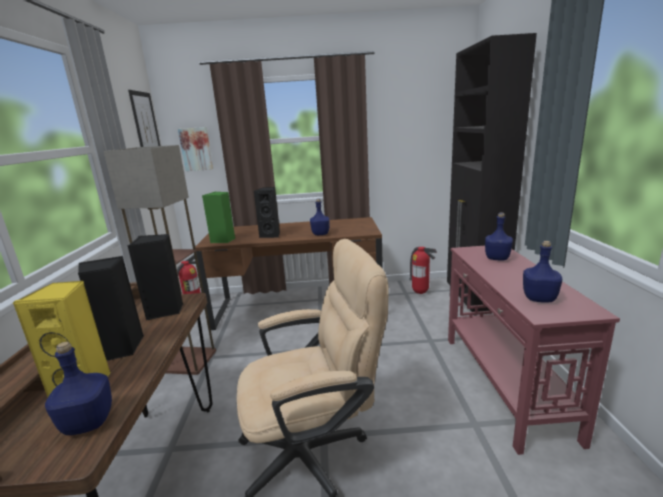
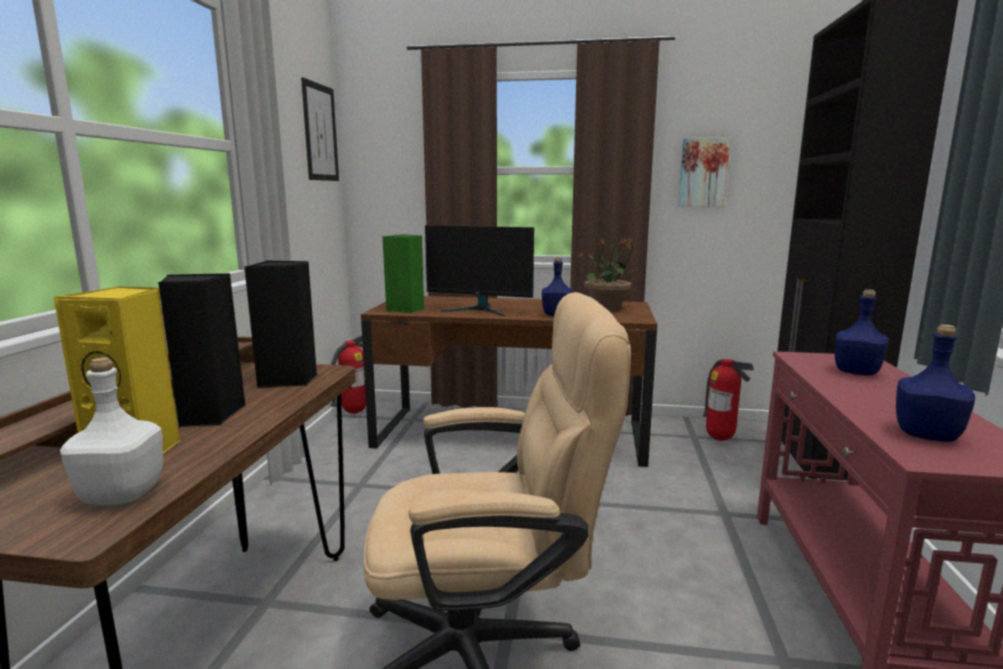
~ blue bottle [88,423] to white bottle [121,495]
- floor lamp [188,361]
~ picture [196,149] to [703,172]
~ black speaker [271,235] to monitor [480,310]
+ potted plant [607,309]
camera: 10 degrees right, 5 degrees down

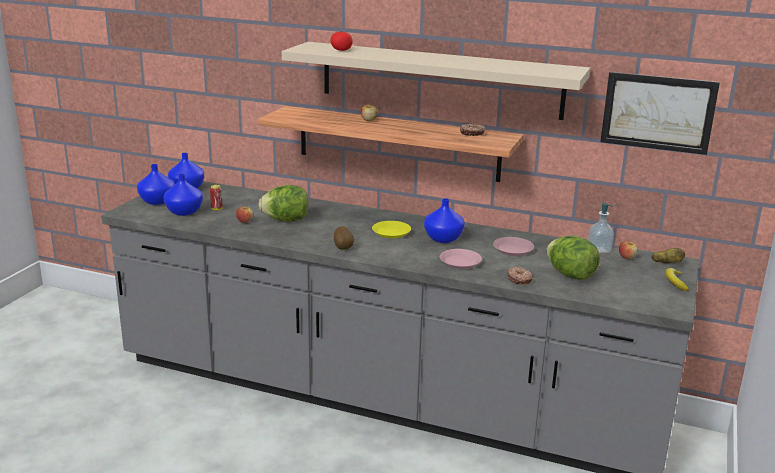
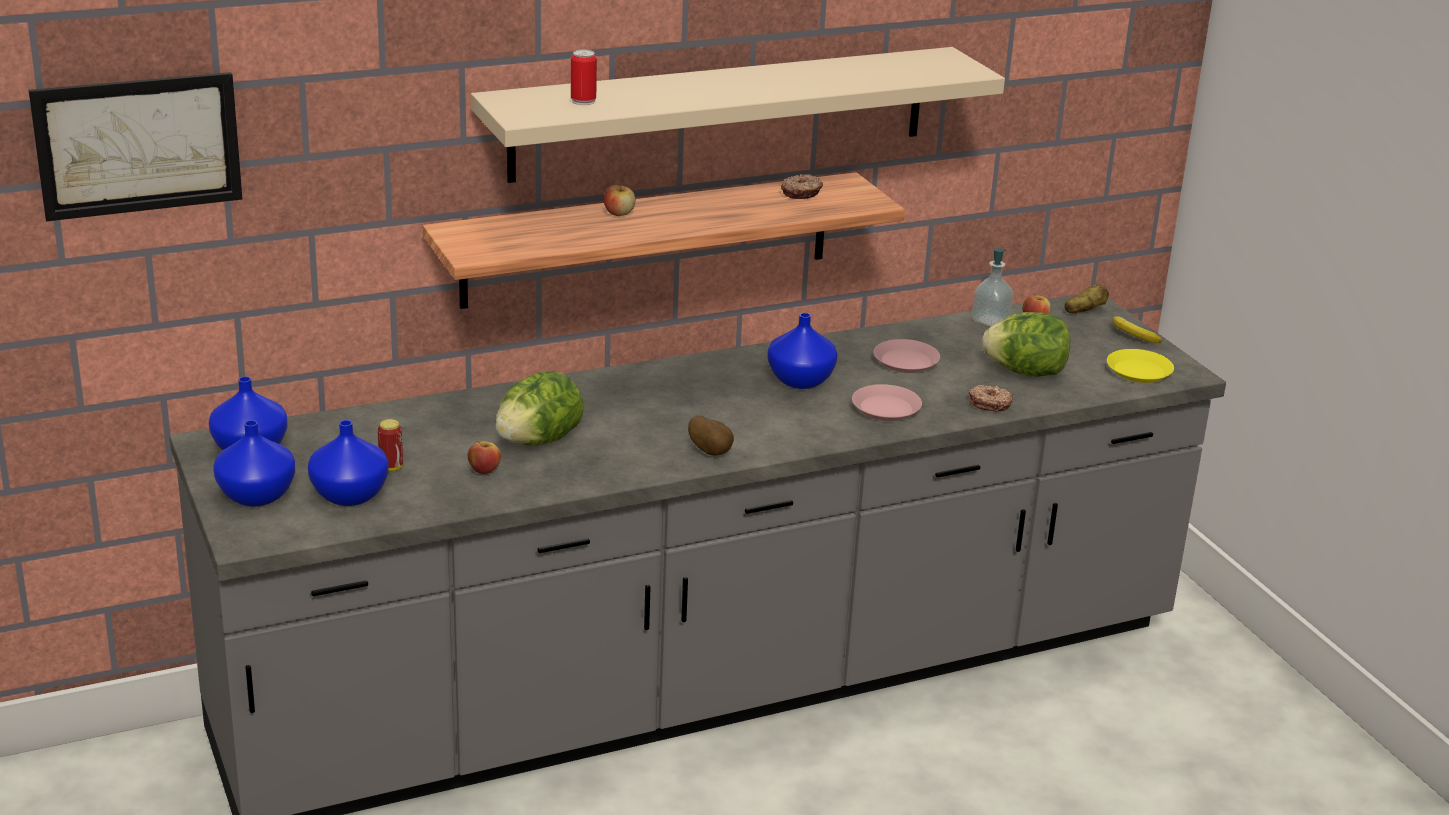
~ tomato [341,50] to can [583,101]
~ yellow plate [391,232] to [1138,371]
~ picture [658,112] to [138,145]
camera: 45 degrees left, 5 degrees up

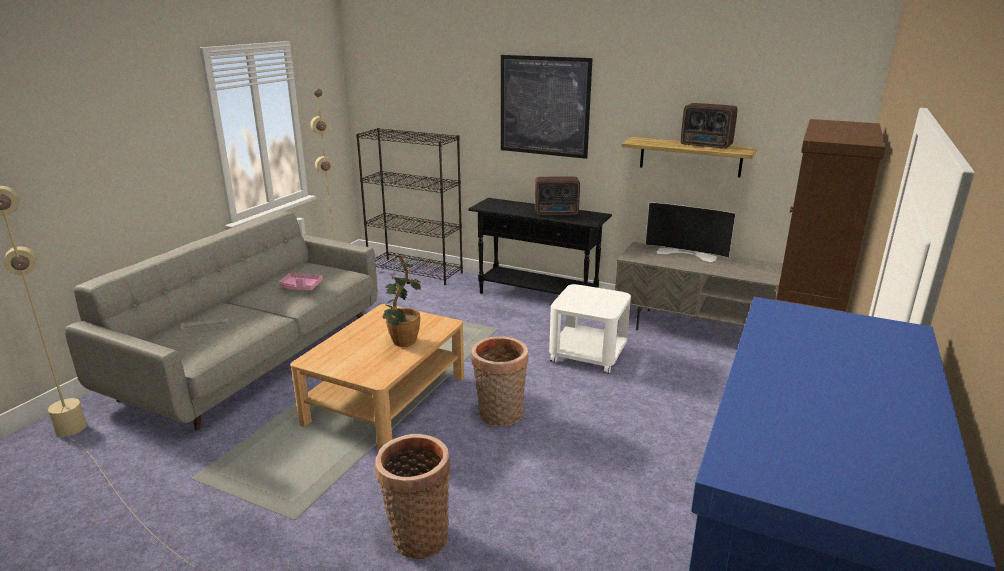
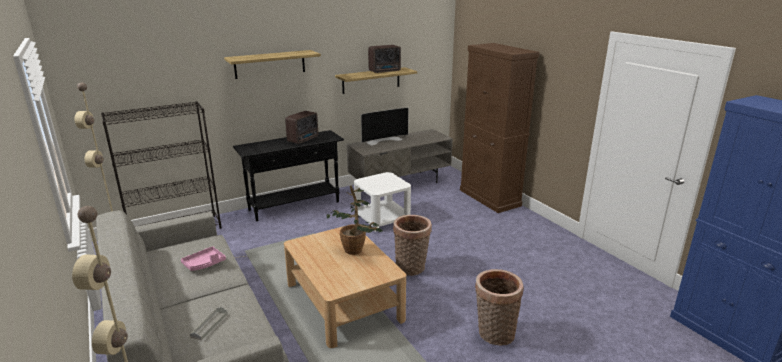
~ picture [544,106] to shelf [270,64]
camera: 55 degrees left, 0 degrees up

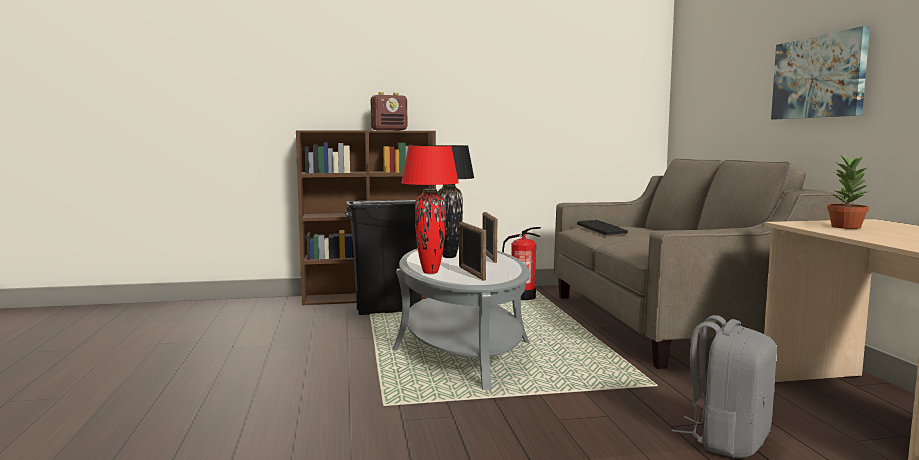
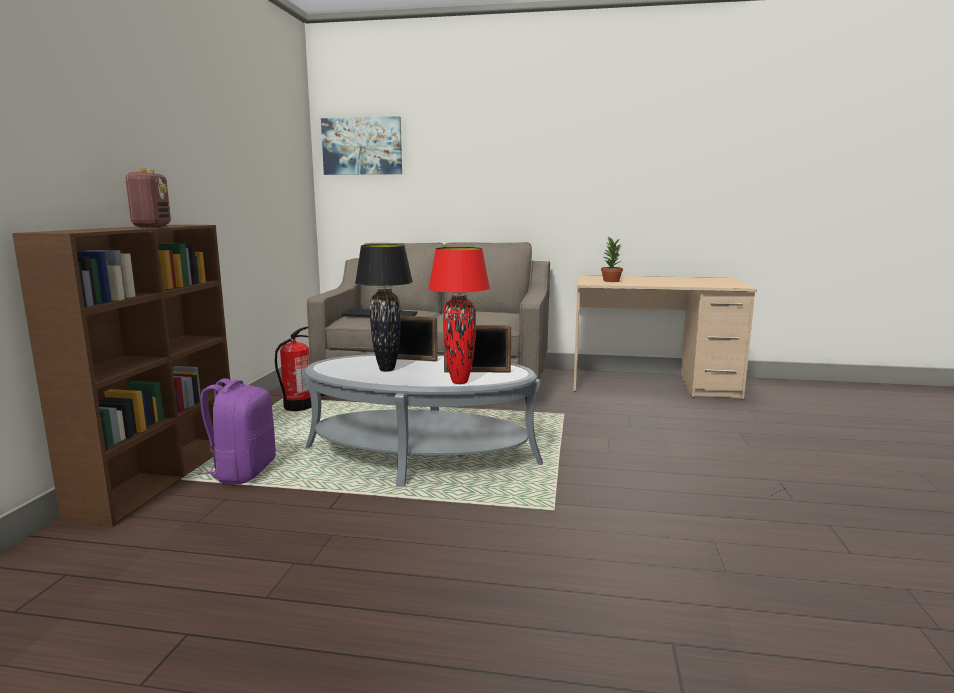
~ black trash can [389,310] to purple backpack [243,472]
- grey backpack [727,440]
~ picture [818,77] to [362,146]
camera: 70 degrees left, 5 degrees up

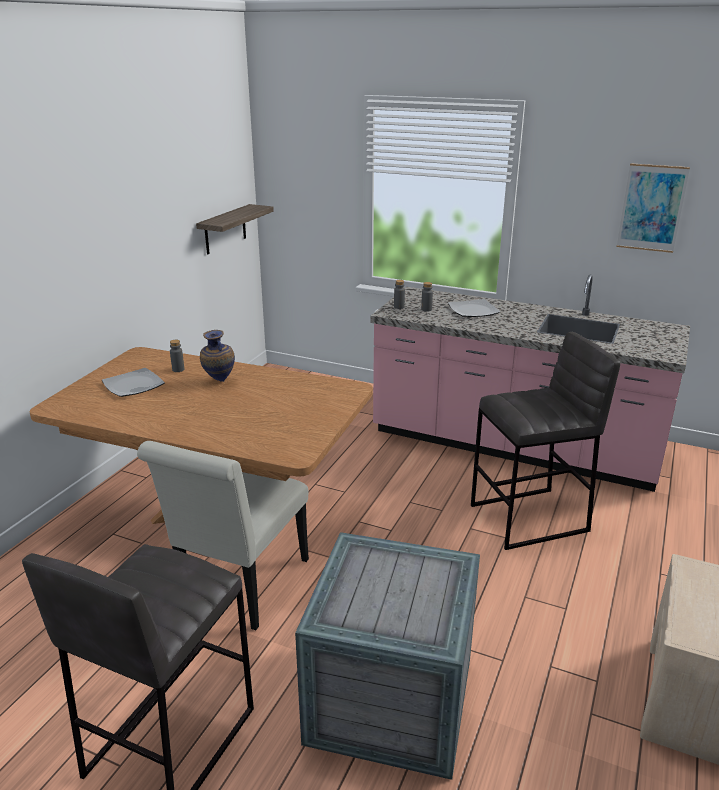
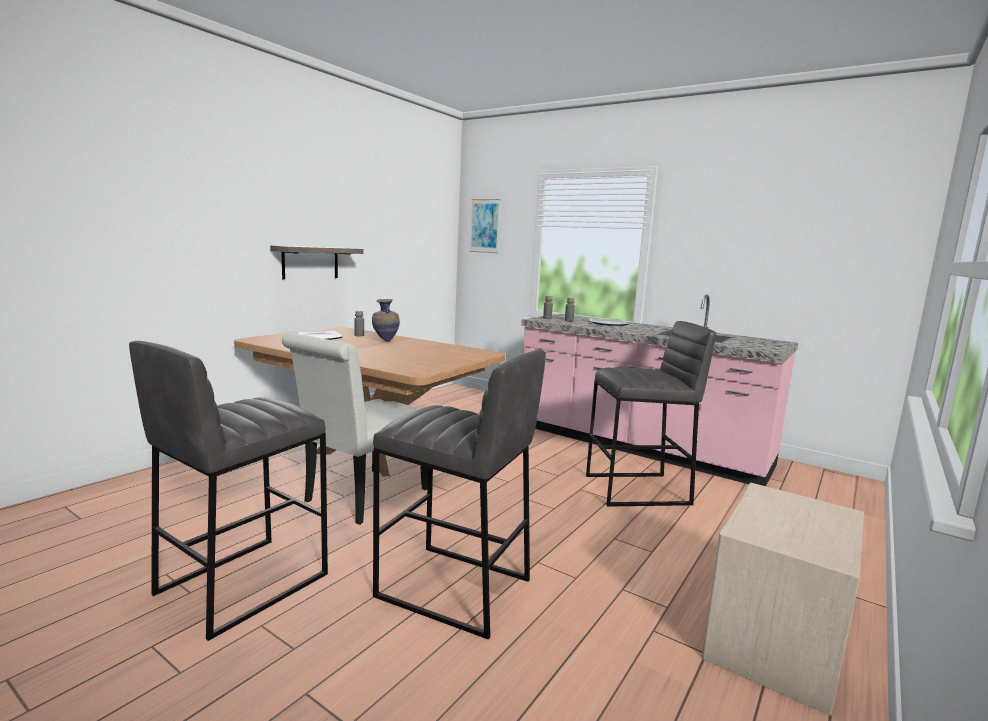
~ shelf [225,229] to [310,262]
~ crate [390,701] to grey stool [454,589]
~ picture [651,208] to [485,226]
camera: 10 degrees right, 15 degrees down

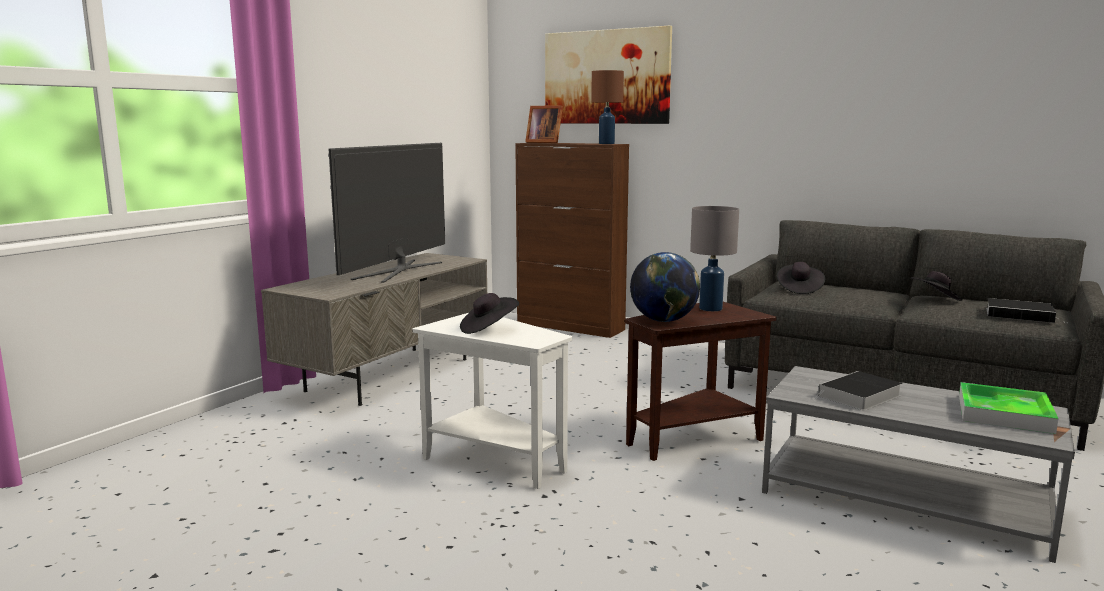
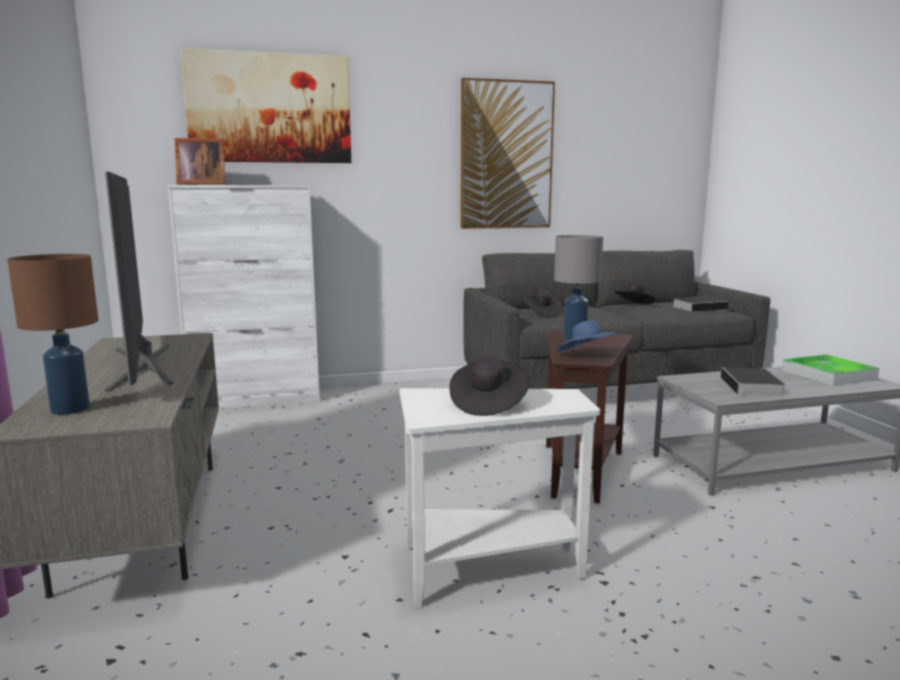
~ brown cabinet [570,326] to white cabinet [256,400]
~ brown table lamp [606,144] to [69,409]
~ globe [664,321] to blue hat [586,356]
+ picture [506,155]
camera: 45 degrees left, 0 degrees up

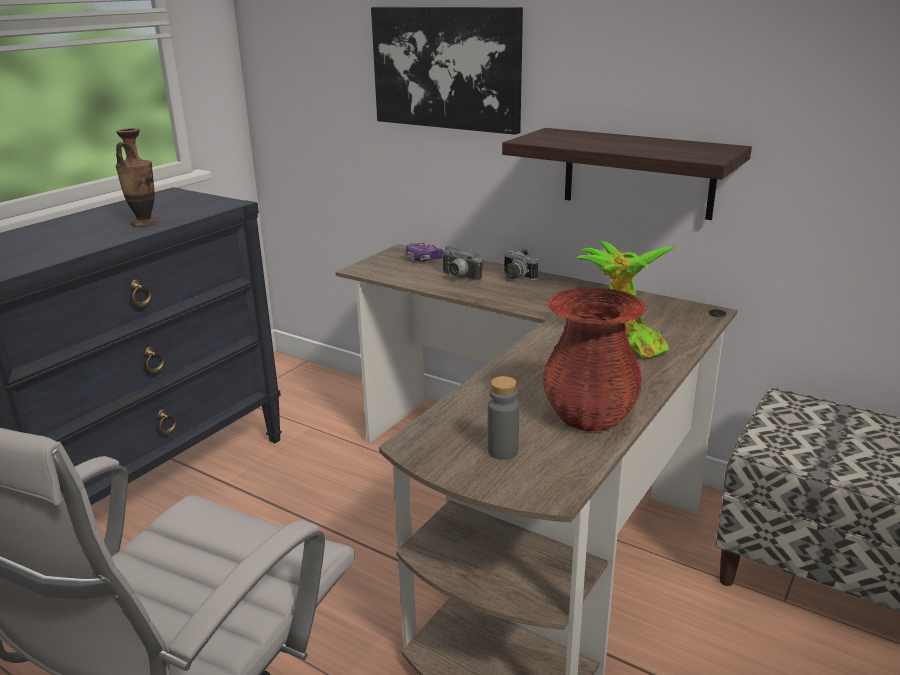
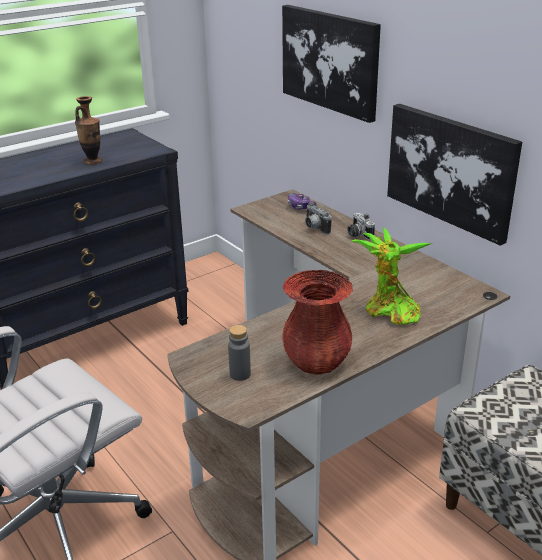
~ shelf [638,173] to picture [451,170]
camera: 20 degrees right, 5 degrees up

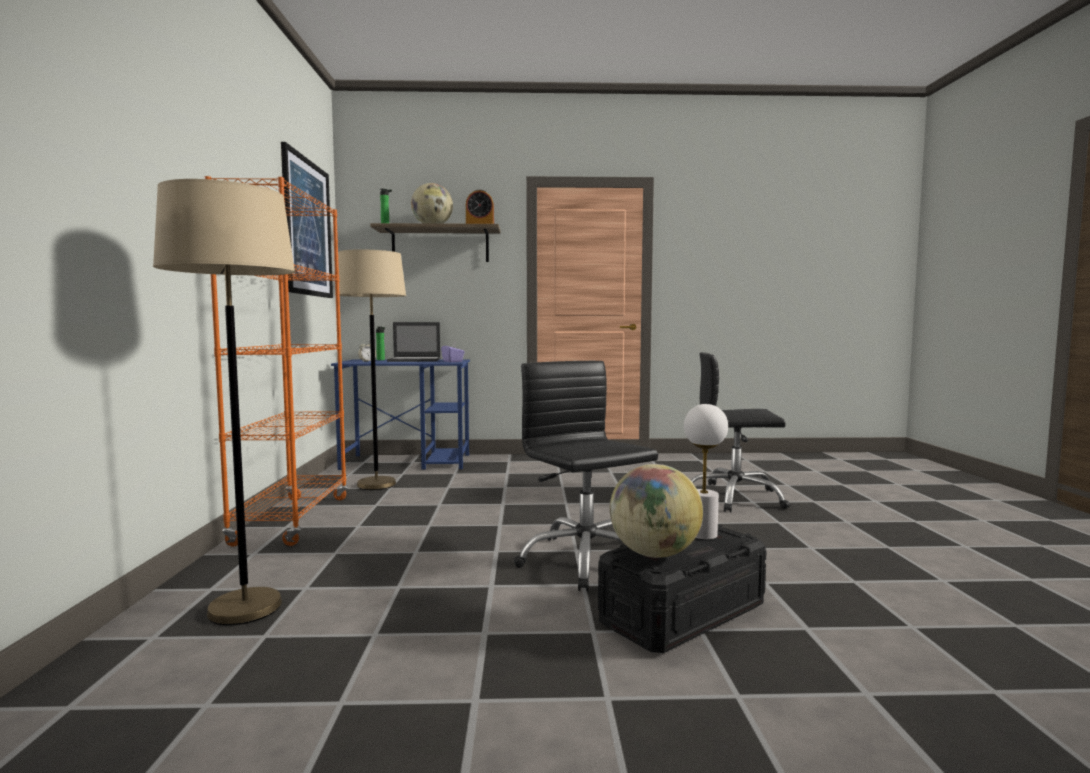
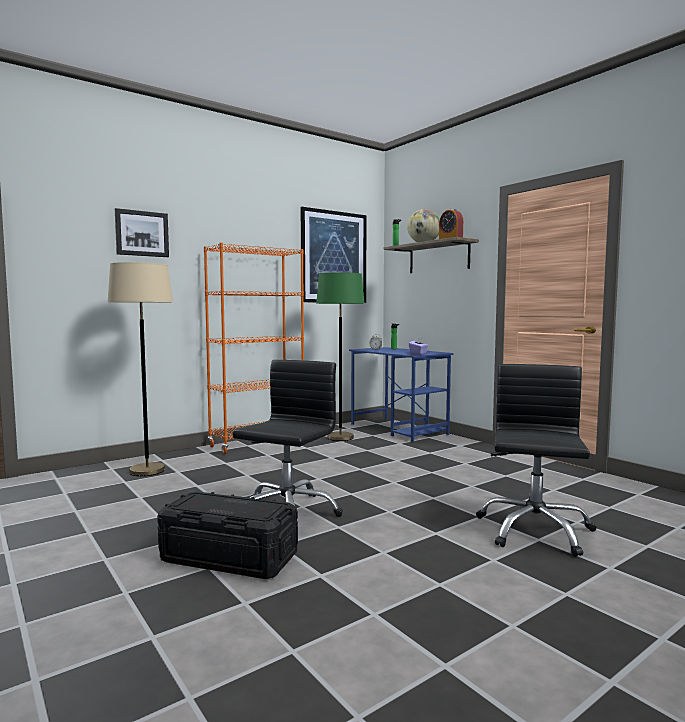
~ beige floor lamp [376,485] to green floor lamp [340,437]
- laptop [415,360]
- globe [654,554]
- white table lamp [703,534]
~ black office chair [734,498] = [534,530] 45 degrees clockwise
+ picture [142,233]
camera: 55 degrees right, 0 degrees up

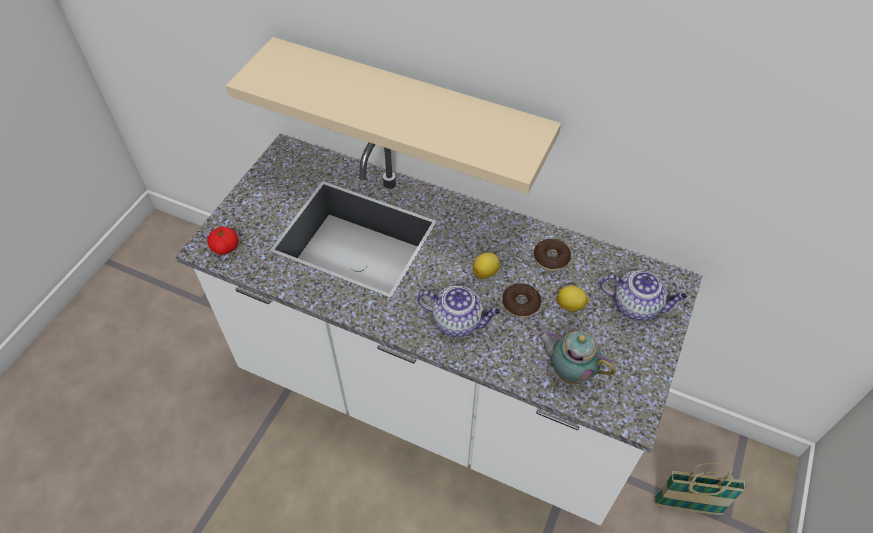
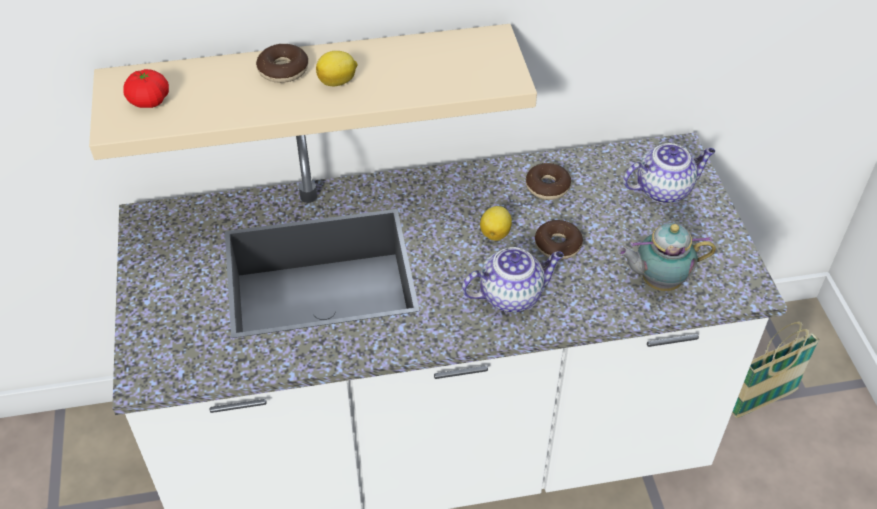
~ tomato [225,247] to [149,101]
~ lemon [571,306] to [338,82]
+ donut [283,70]
camera: 35 degrees left, 5 degrees down

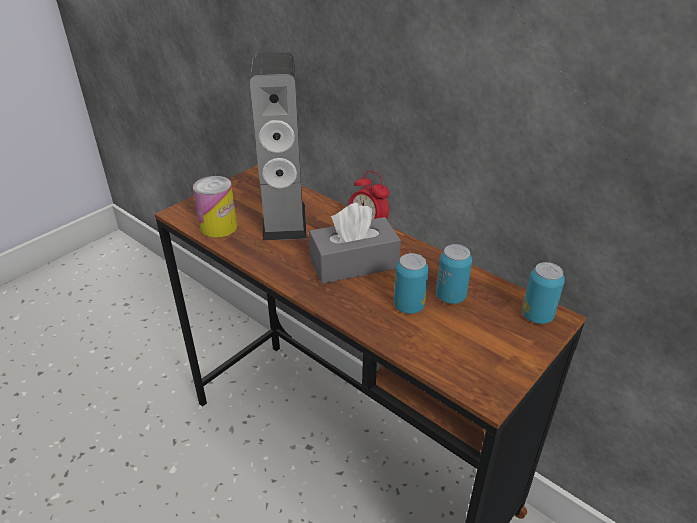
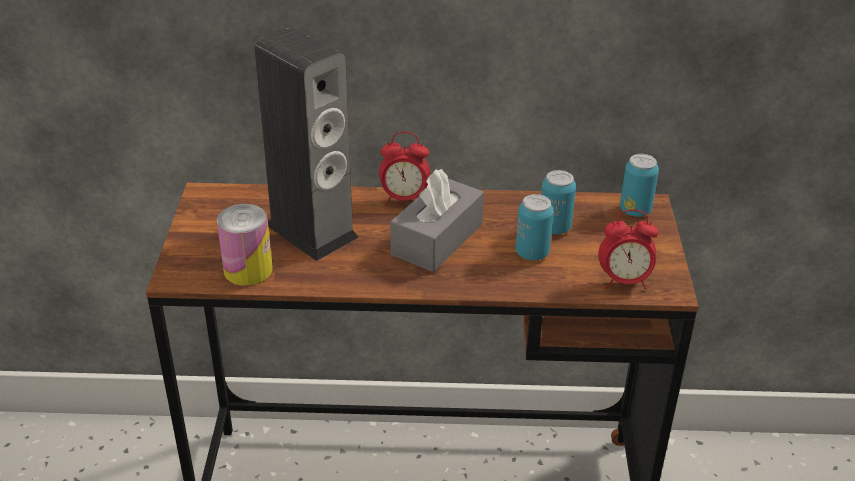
+ alarm clock [624,281]
camera: 40 degrees left, 0 degrees up

